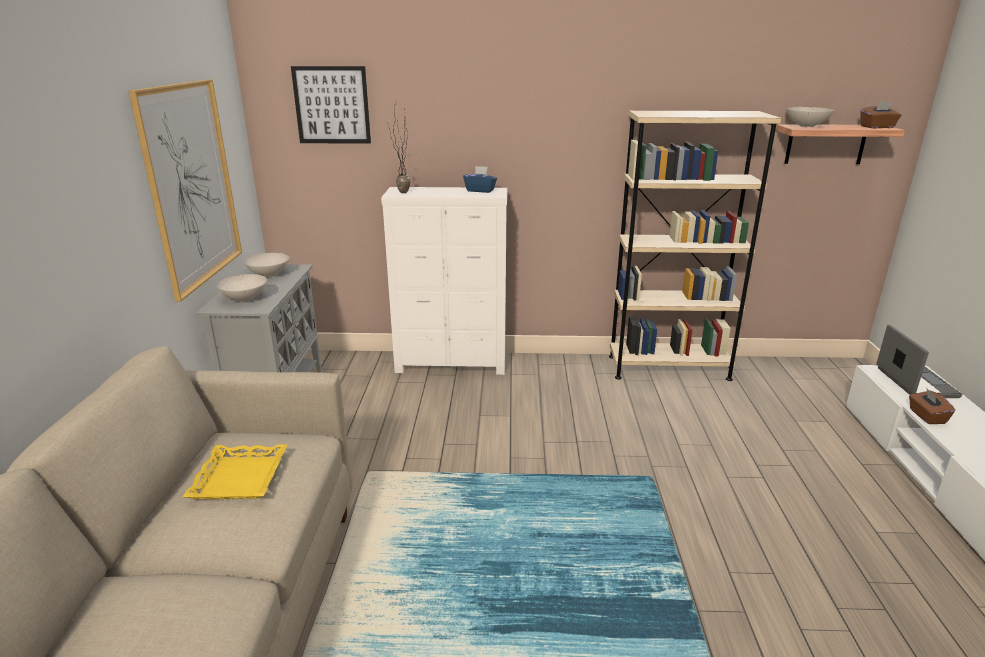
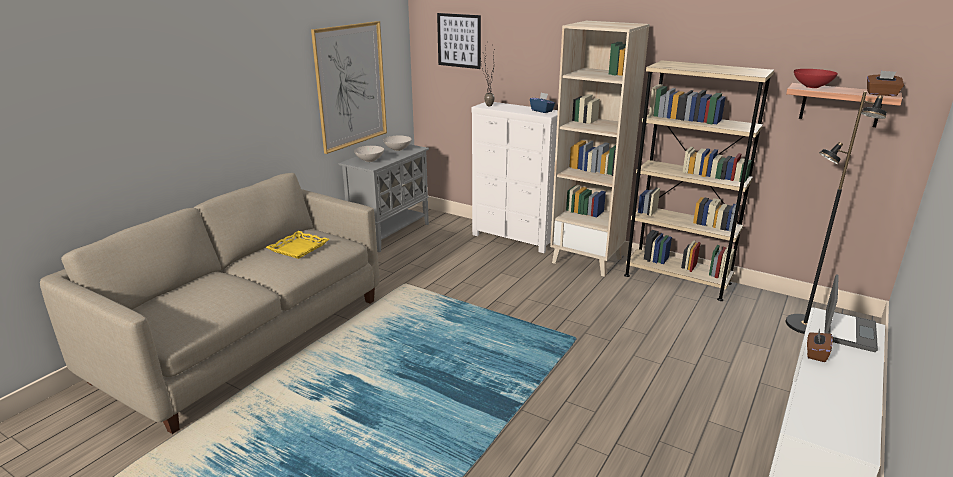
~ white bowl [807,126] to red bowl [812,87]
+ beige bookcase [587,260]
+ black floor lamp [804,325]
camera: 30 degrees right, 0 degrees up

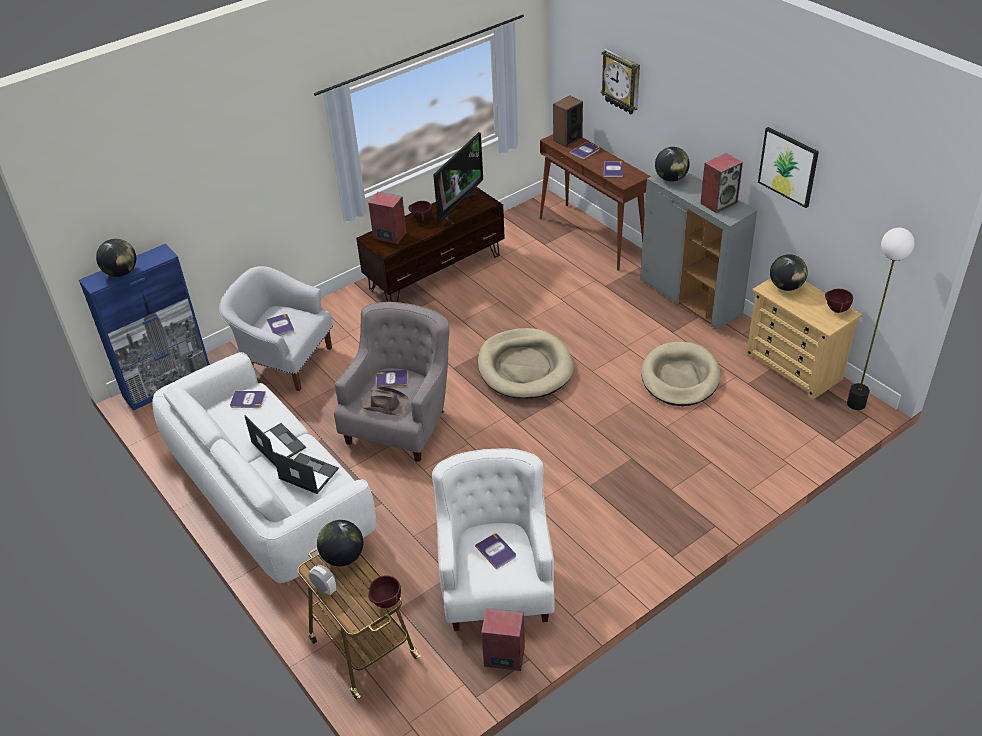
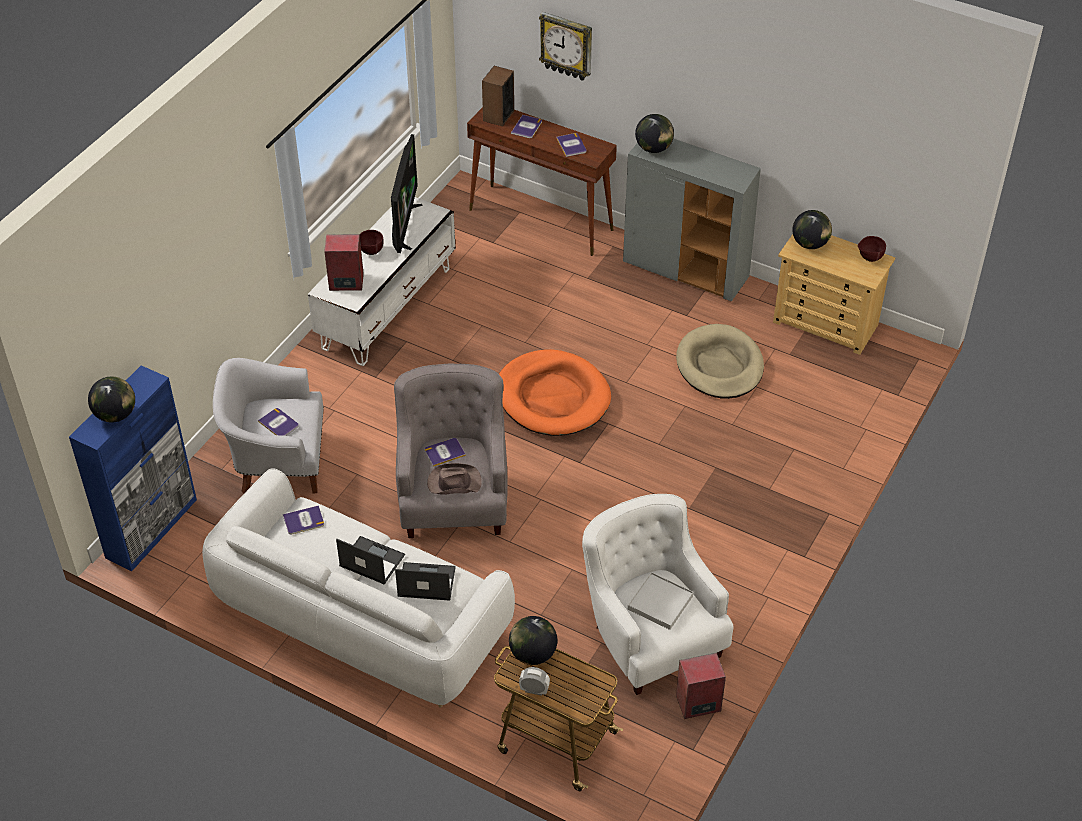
~ brown tv stand [436,272] to white tv stand [388,308]
- brown bowl [385,603]
~ book [496,551] to white tray [660,602]
~ beige dog bed [524,367] to orange dog bed [552,397]
- speaker [718,202]
- picture [788,166]
- floor lamp [856,404]
camera: 25 degrees left, 5 degrees up

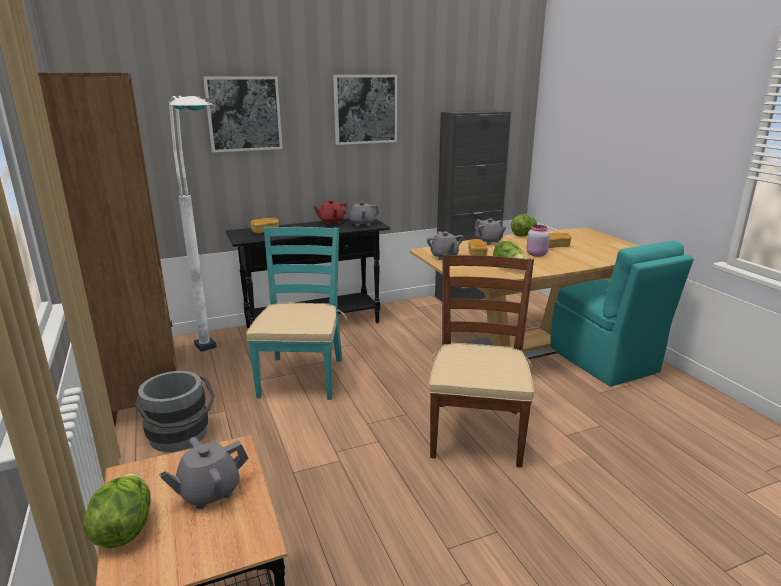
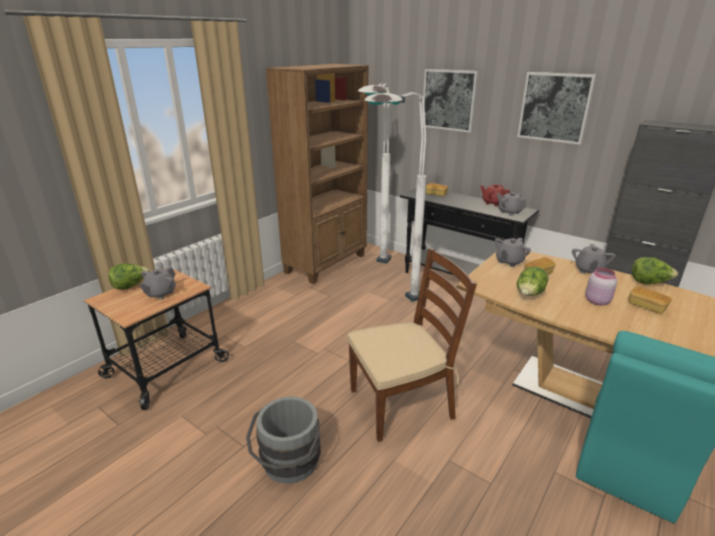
~ grey bucket [181,437] to [288,465]
~ grey teapot [209,492] = [160,294] 90 degrees counterclockwise
~ turquoise chair [301,377] to white floor lamp [389,304]
camera: 60 degrees right, 5 degrees up

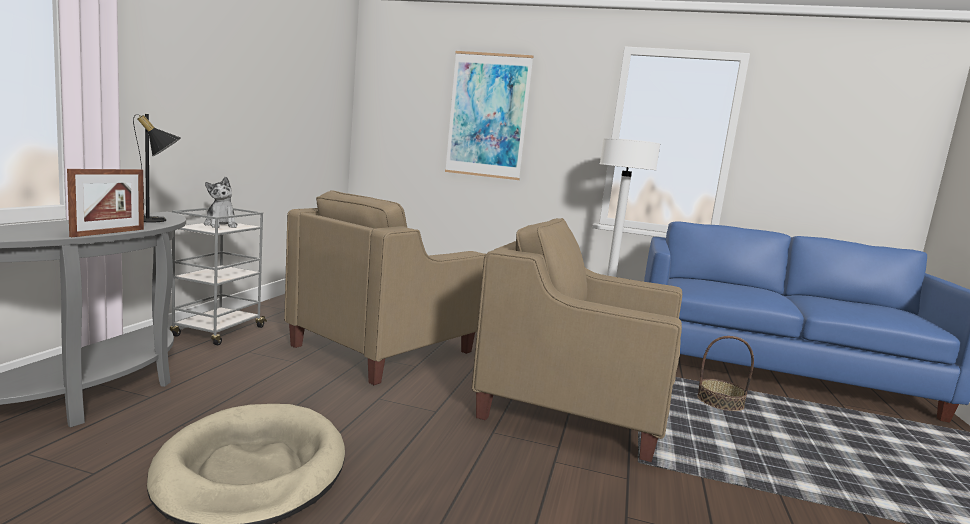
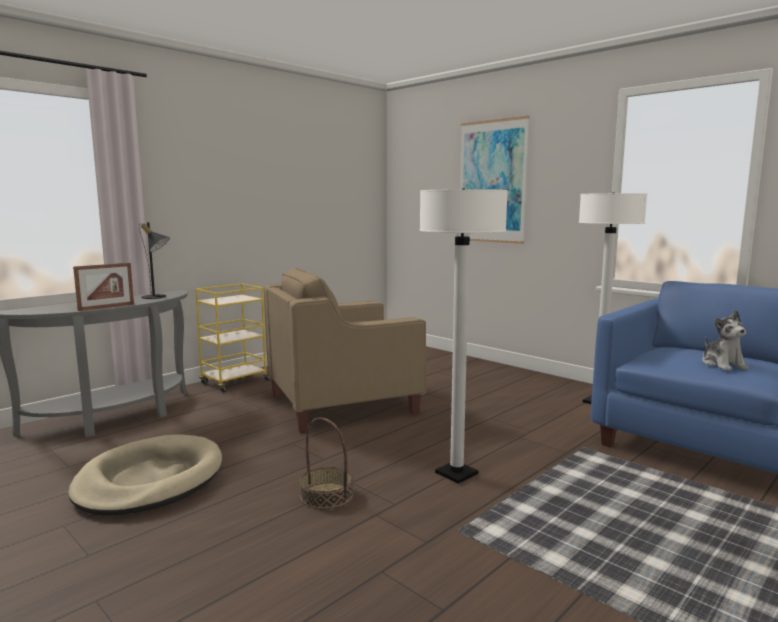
~ grey cart [218,332] to yellow cart [235,382]
~ plush toy [221,225] to [722,364]
~ beige armchair [574,408] to white floor lamp [456,474]
~ basket [720,402] to [327,495]
camera: 30 degrees right, 0 degrees up

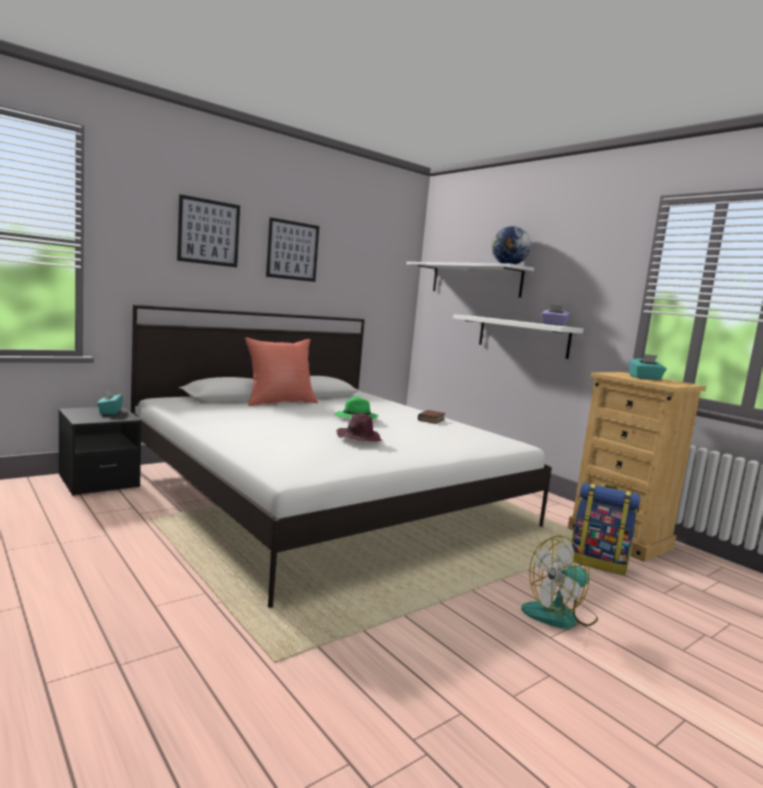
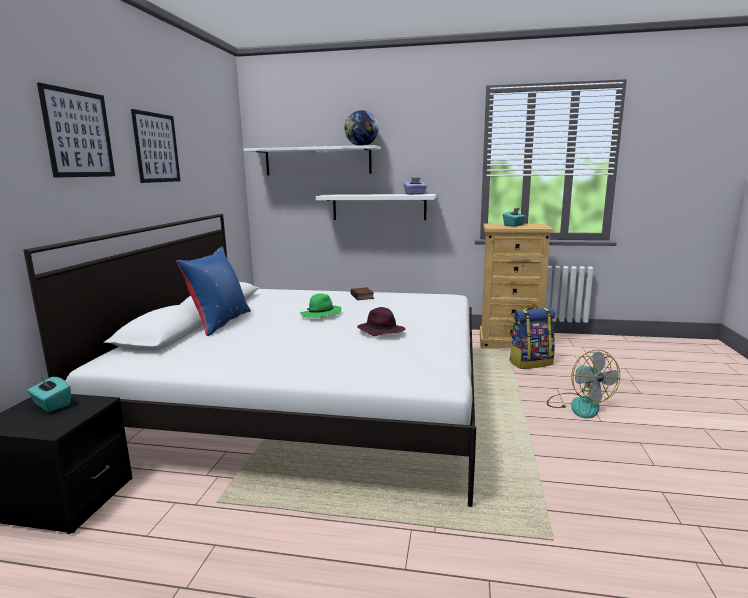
~ red pillow [279,402] to blue pillow [220,322]
~ fan [560,615] = [578,405] 45 degrees counterclockwise
camera: 40 degrees left, 5 degrees up

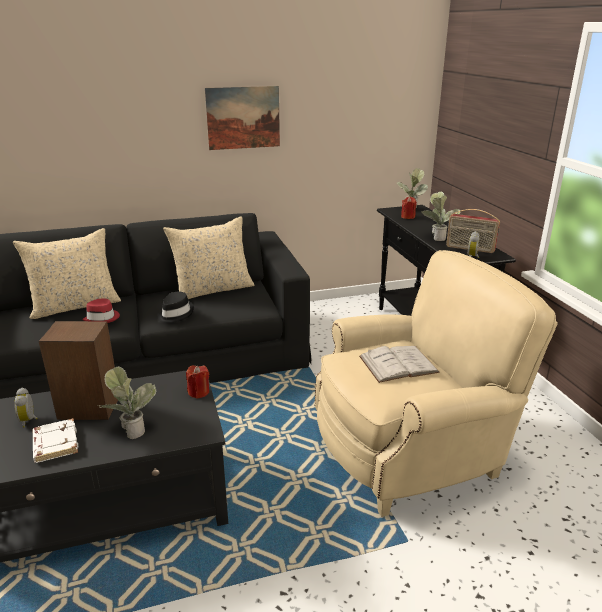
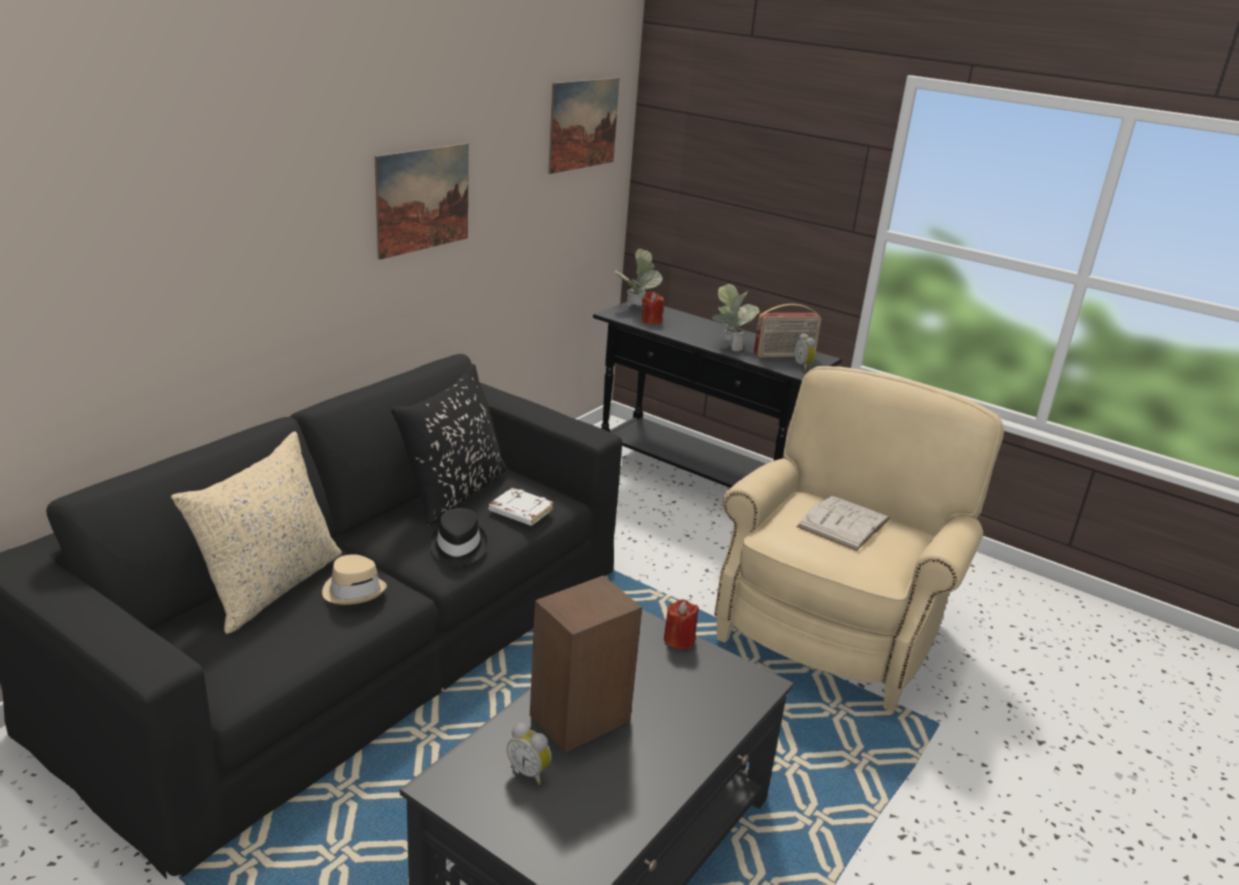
~ white book [55,444] to [519,511]
~ red hat [102,318] to beige hat [354,590]
- potted plant [131,429]
~ beige pillow [213,290] to black pillow [454,493]
+ picture [583,124]
camera: 40 degrees left, 0 degrees up

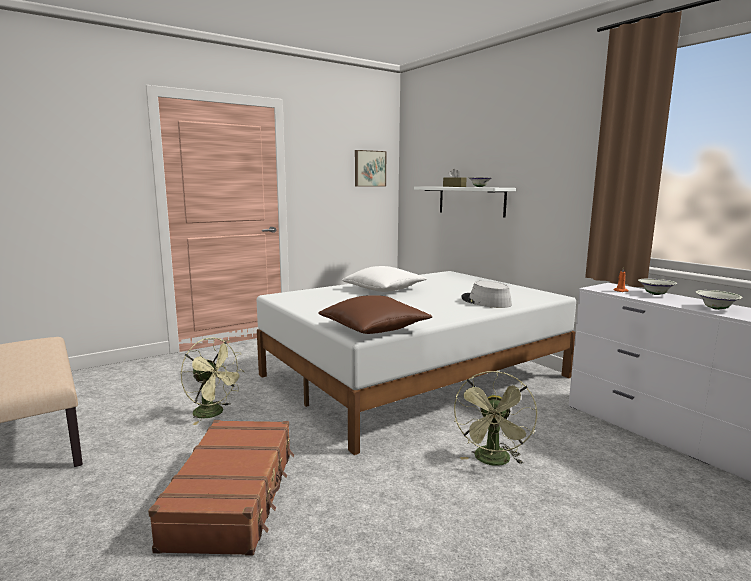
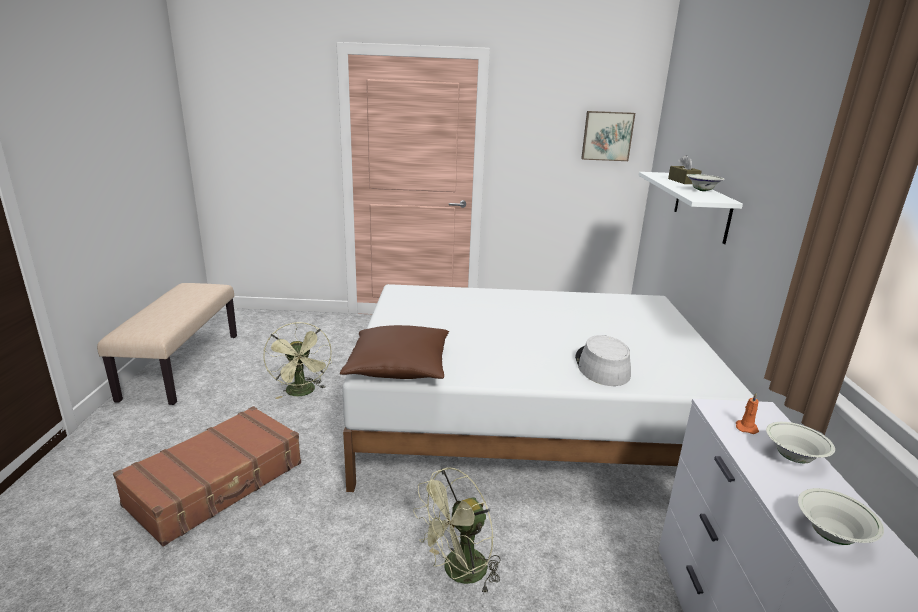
- white pillow [384,289]
camera: 35 degrees right, 10 degrees up

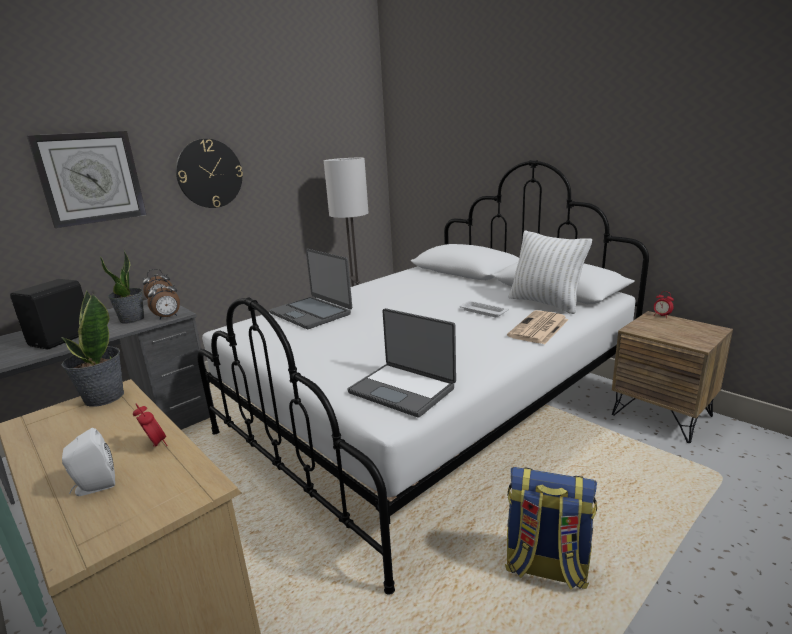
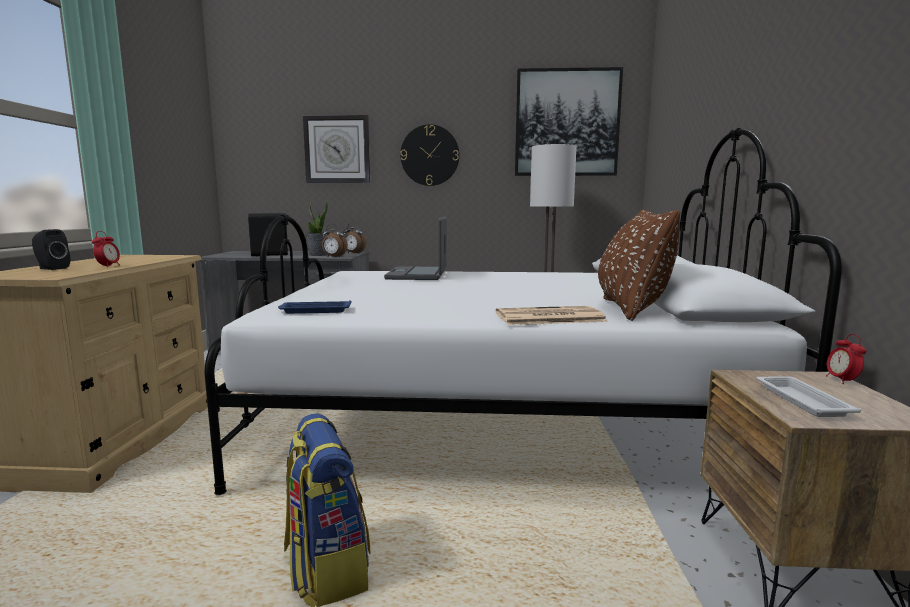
- potted plant [103,397]
~ white speaker [94,487] to black speaker [51,268]
~ laptop [403,389] to blue tray [314,311]
~ white tray [482,311] to [801,400]
~ white pillow [545,303] to brown pillow [631,309]
+ picture [567,123]
camera: 45 degrees right, 10 degrees down

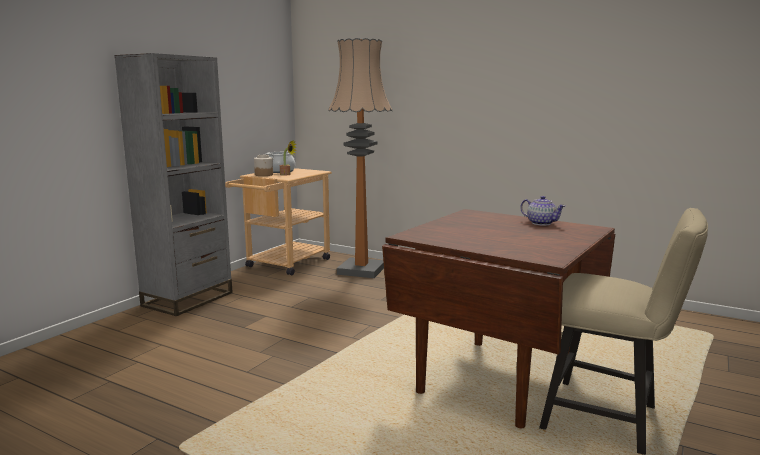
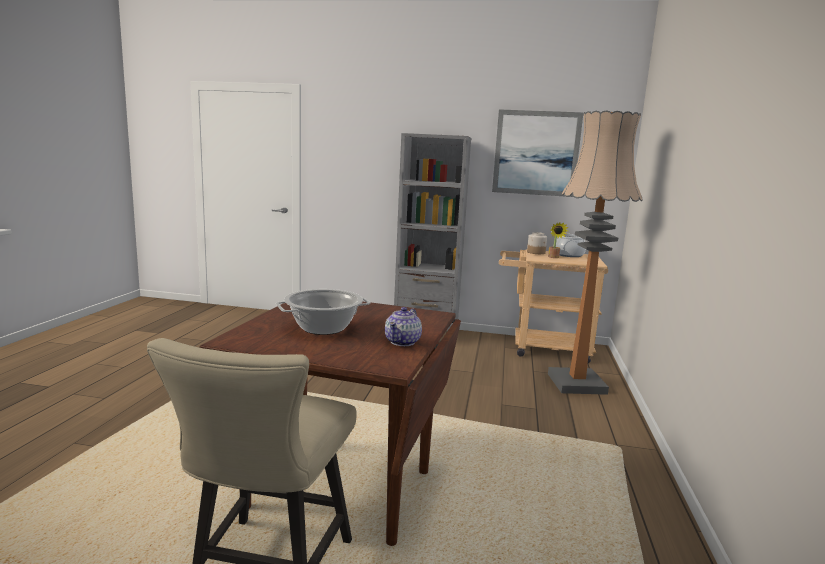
+ cooking pot [323,328]
+ picture [536,153]
camera: 70 degrees right, 0 degrees up

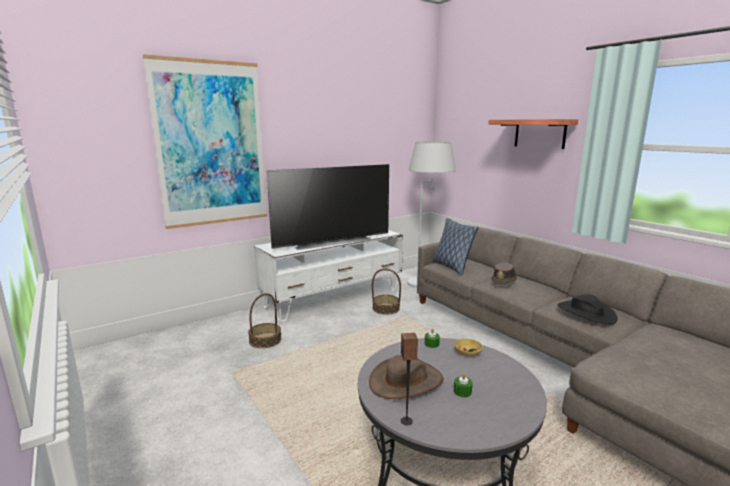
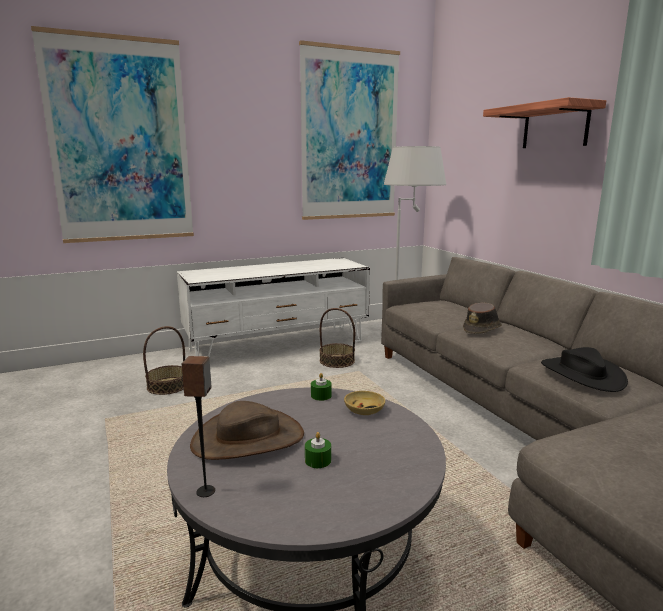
- television [331,242]
- pillow [451,267]
+ picture [349,135]
camera: 10 degrees right, 0 degrees up

